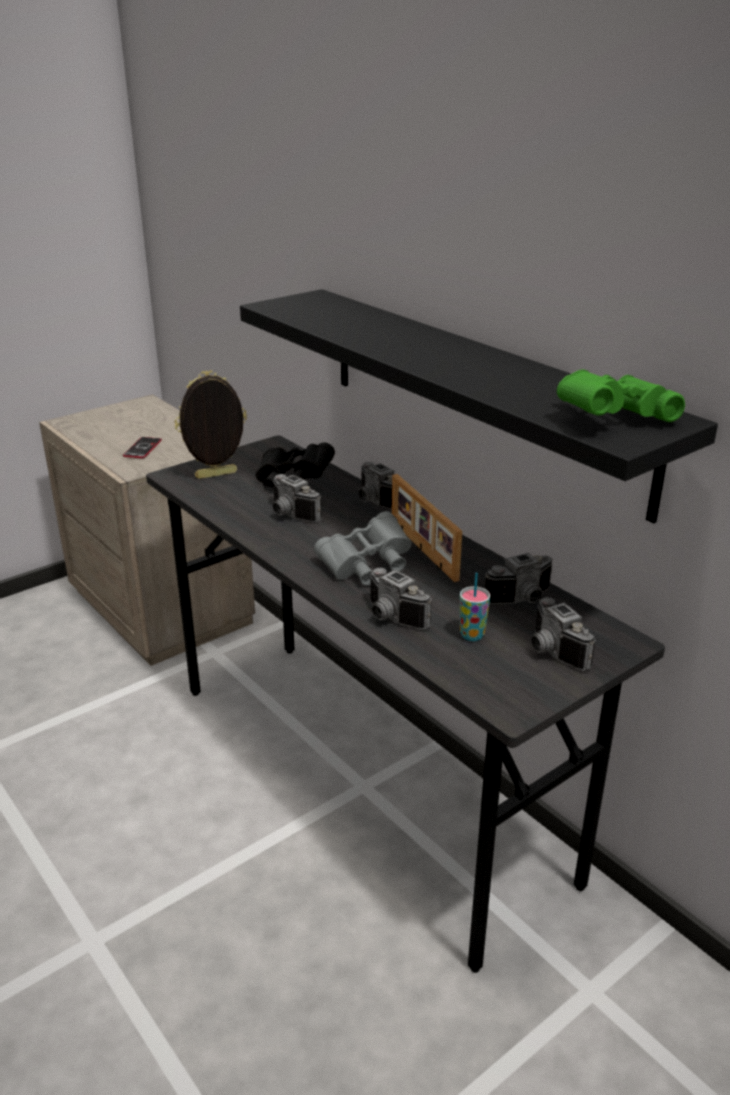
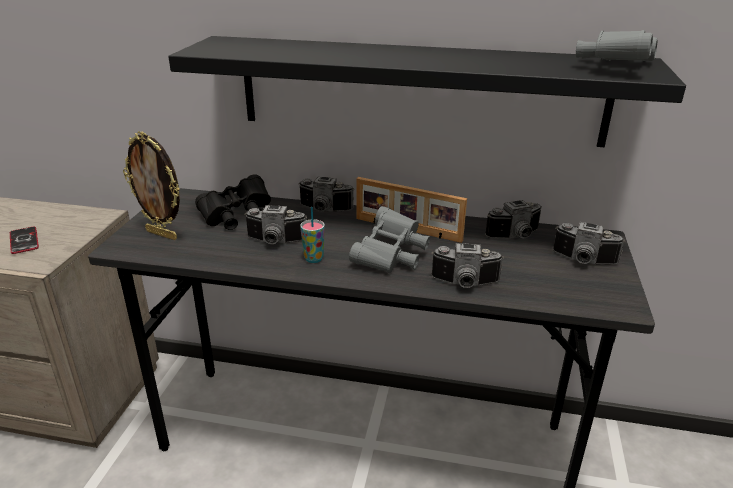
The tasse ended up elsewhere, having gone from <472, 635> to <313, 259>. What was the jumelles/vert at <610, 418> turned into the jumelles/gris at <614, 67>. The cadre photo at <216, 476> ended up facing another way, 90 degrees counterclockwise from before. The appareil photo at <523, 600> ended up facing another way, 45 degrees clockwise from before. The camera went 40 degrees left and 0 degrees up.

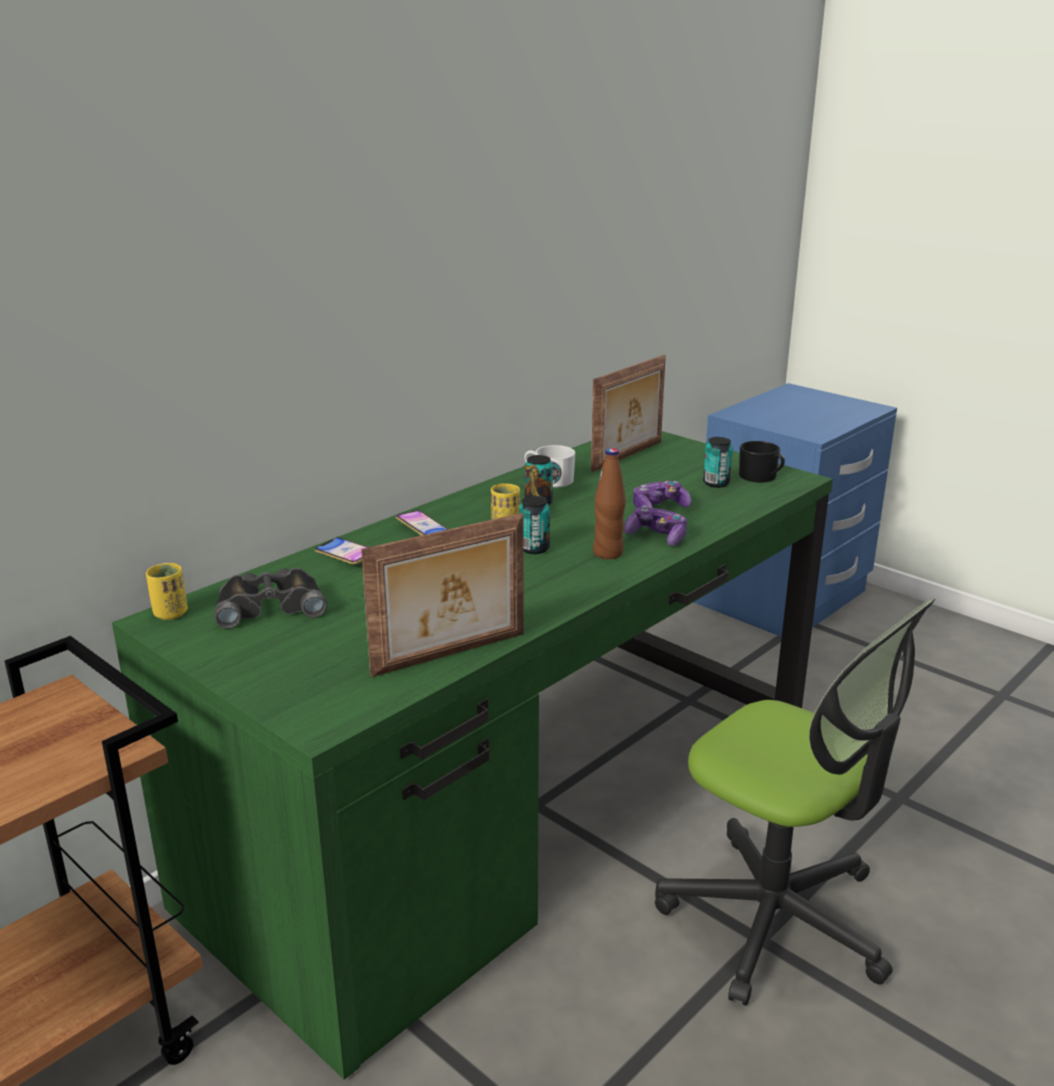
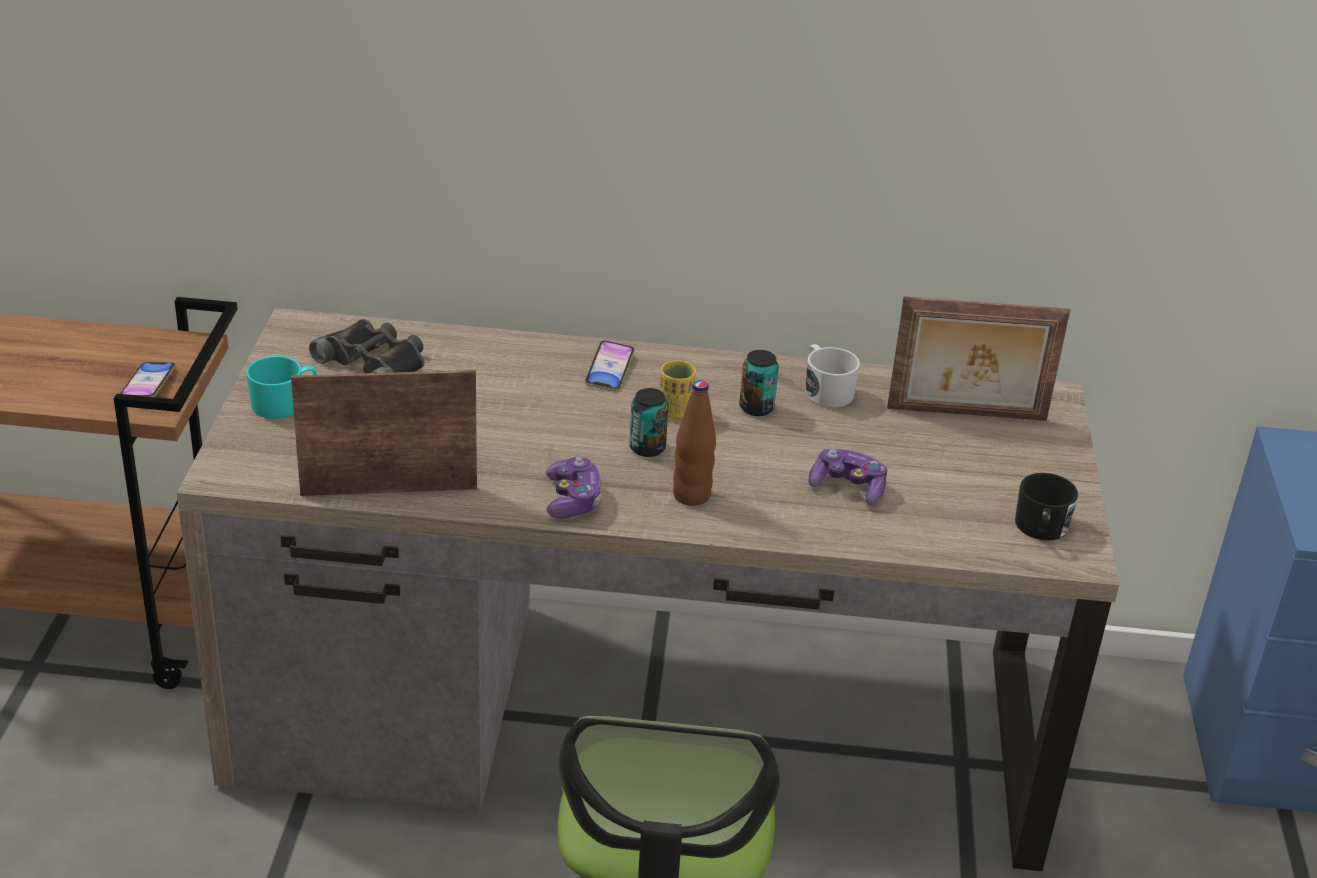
The second view lost the tasse/jaune at <170, 613>. The second view lost the boîte métallique at <716, 483>. The second view gained the mug/turquoise at <284, 404>. The téléphone ended up elsewhere, having gone from <346, 555> to <148, 385>. The manette ended up elsewhere, having gone from <656, 537> to <573, 500>. What was the bureau/vert at <523, 803> turned into the bureau/marron at <640, 718>. The cadre photo at <450, 655> ended up facing another way, 150 degrees clockwise from before. The camera went 50 degrees right and 10 degrees up.

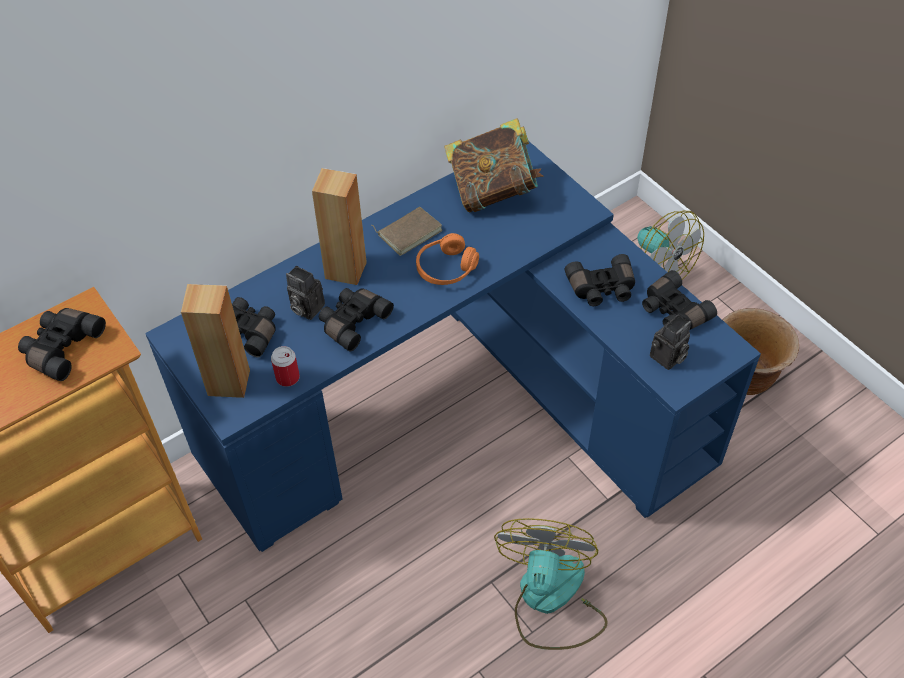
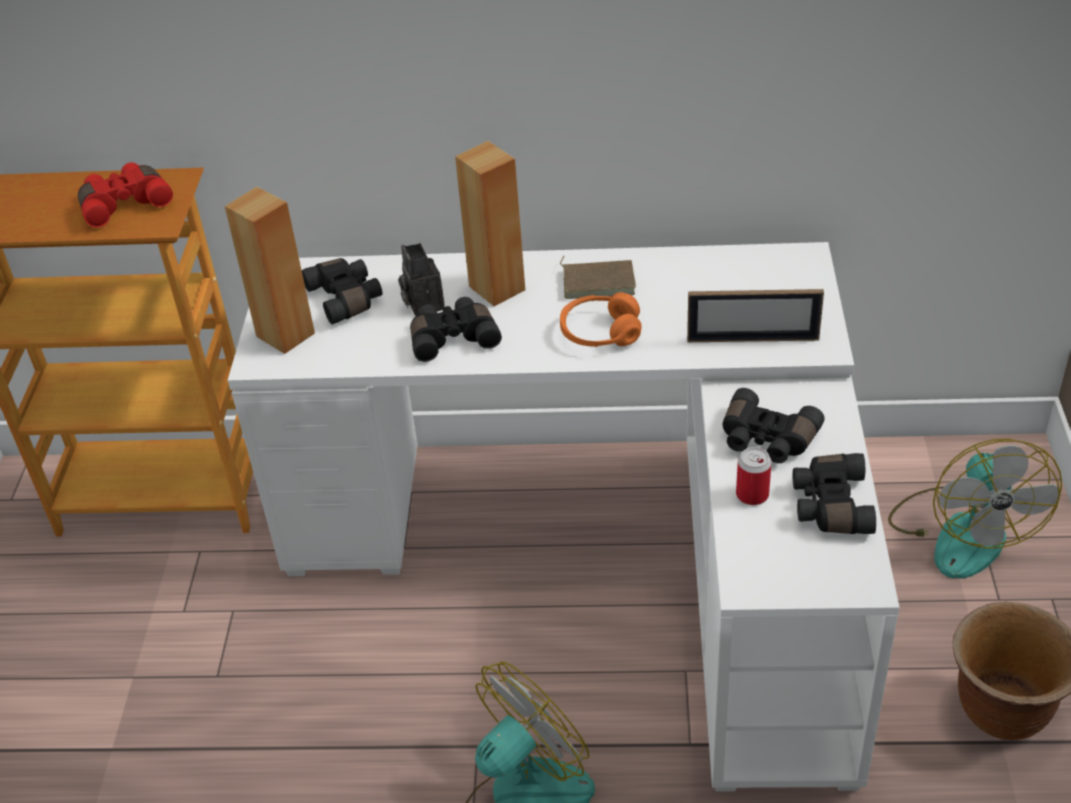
The second view lost the livre at <493, 191>. The second view lost the appareil photo at <667, 358>. The second view gained the cadre photo at <752, 339>. The boîte métallique ended up elsewhere, having gone from <287, 377> to <752, 494>. What was the jumelles/noir at <61, 348> turned into the jumelles/rouge at <124, 203>. What was the bureau/bleu at <458, 408> turned into the bureau/blanc at <608, 552>. The camera went 40 degrees right and 10 degrees down.

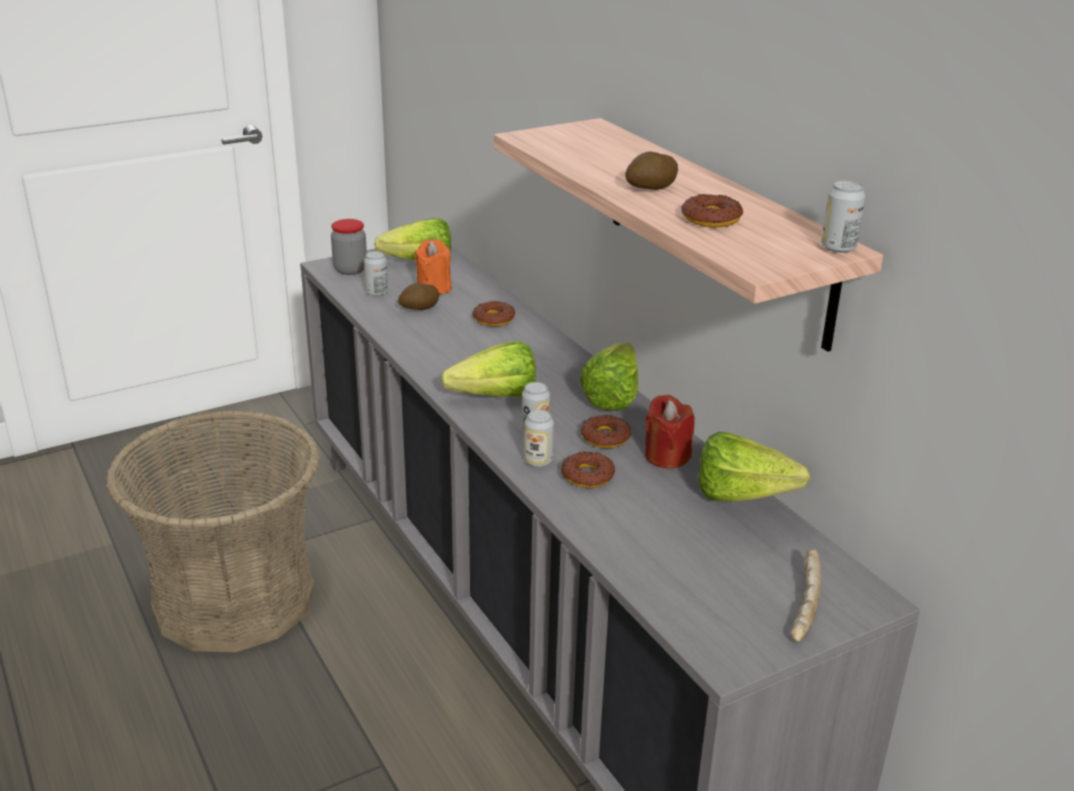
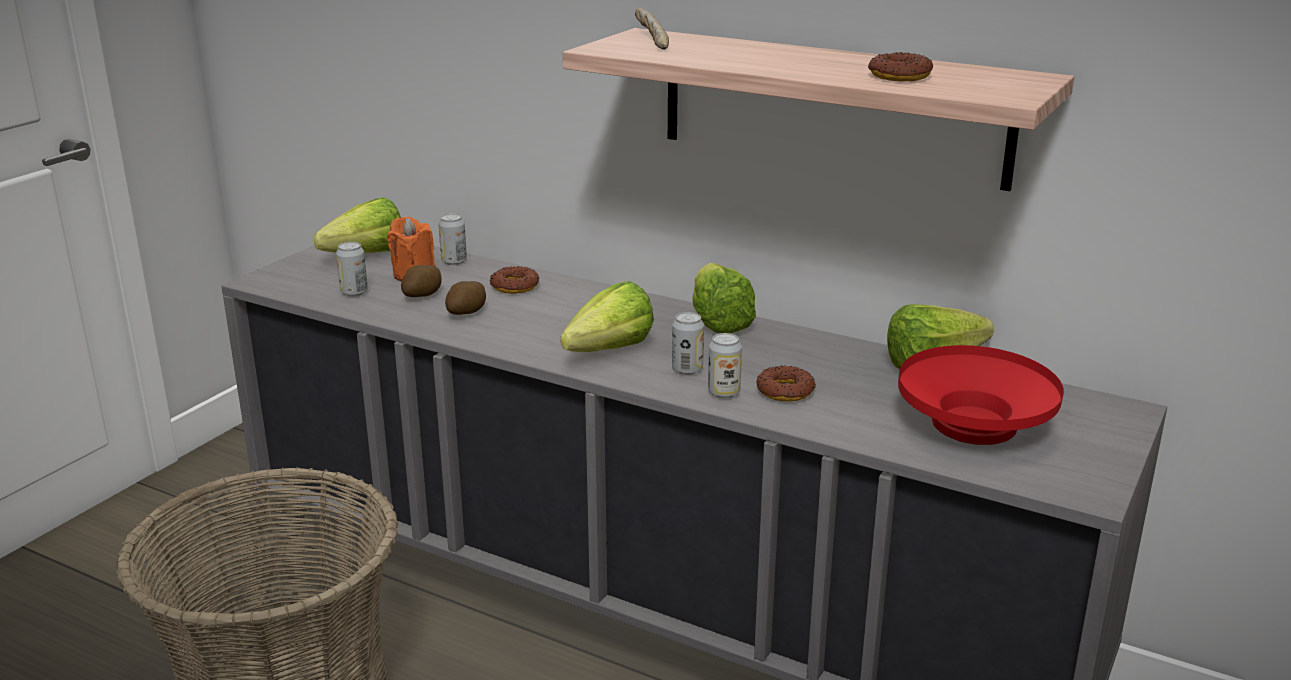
The second view lost the bocal at <350, 270>. The second view lost the beignet at <605, 437>. The second view lost the bougie/rouge at <666, 456>. The second view gained the bol/rouge at <974, 425>. The pomme de terre ended up elsewhere, having gone from <650, 189> to <466, 313>. The pain ended up elsewhere, having gone from <802, 605> to <651, 41>. The boîte métallique ended up elsewhere, having gone from <838, 248> to <454, 261>. The camera went 30 degrees left and 5 degrees down.

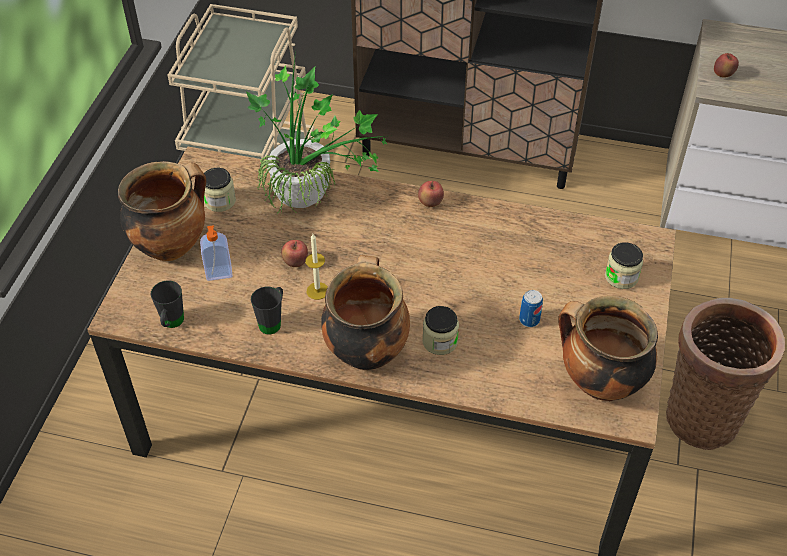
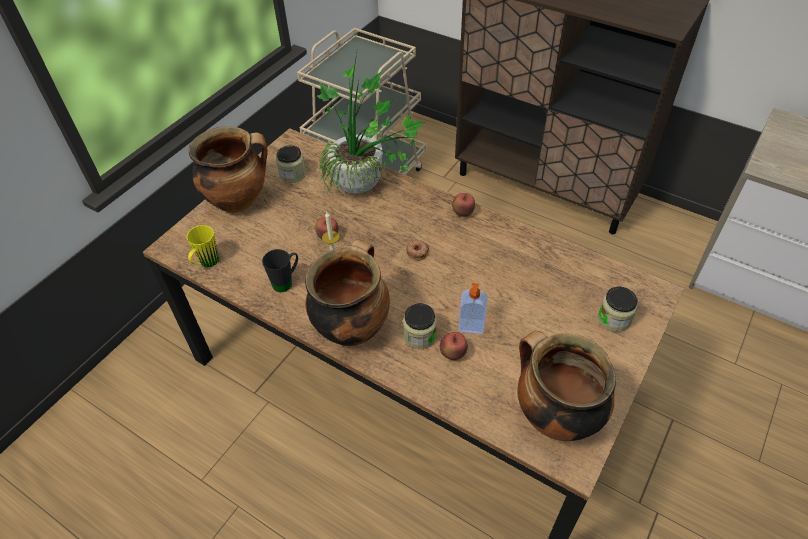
The second view lost the boîte métallique at <529, 320>. The second view lost the panier at <702, 413>. The second view gained the beignet at <417, 251>. The distributeur de savon ended up elsewhere, having gone from <219, 273> to <471, 327>. The pomme ended up elsewhere, having gone from <723, 75> to <453, 354>. What was the mug/noir at <171, 324> turned into the mug/jaune at <206, 264>. The camera went 20 degrees right and 0 degrees up.

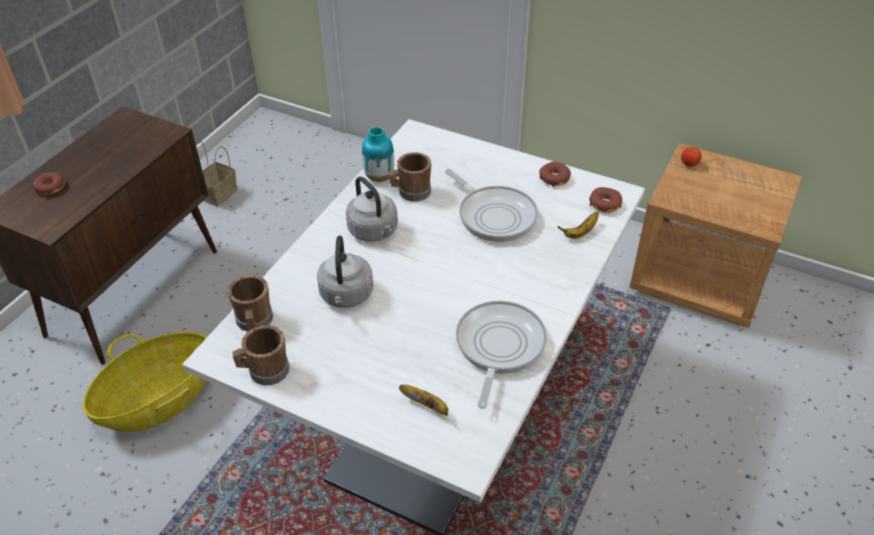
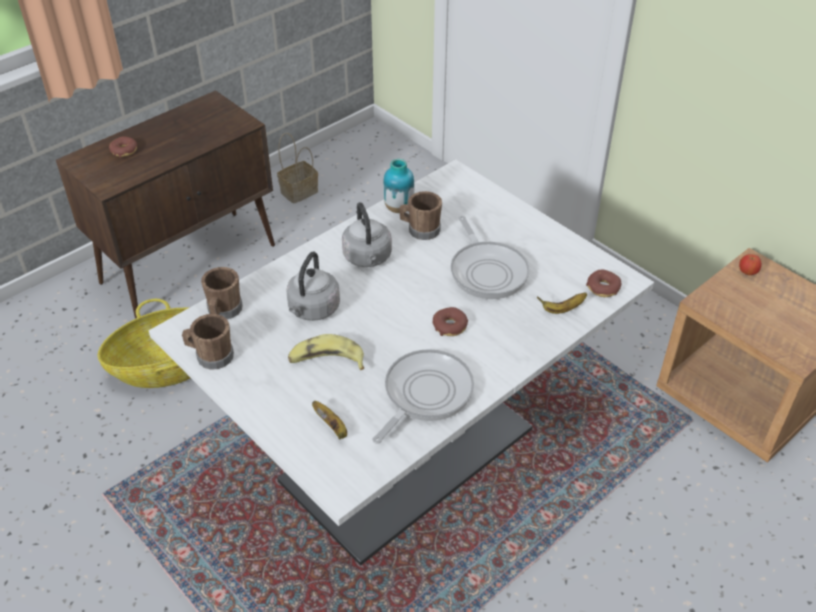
The second view gained the banane at <326, 361>. The beignet ended up elsewhere, having gone from <554, 178> to <450, 326>. The camera went 20 degrees right and 0 degrees up.

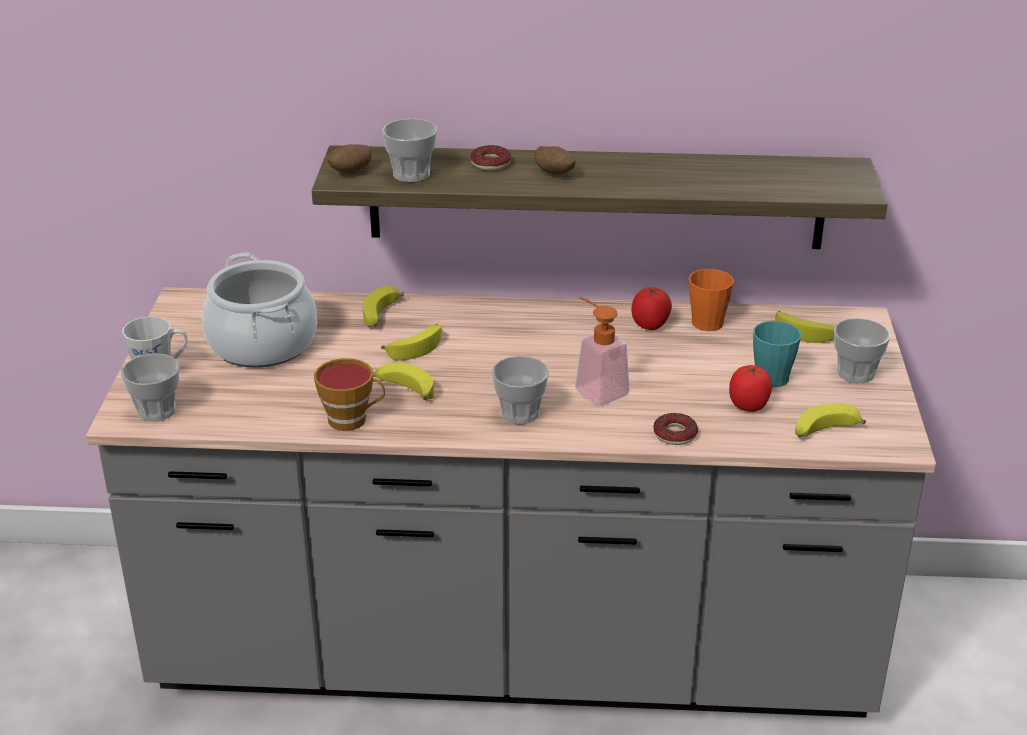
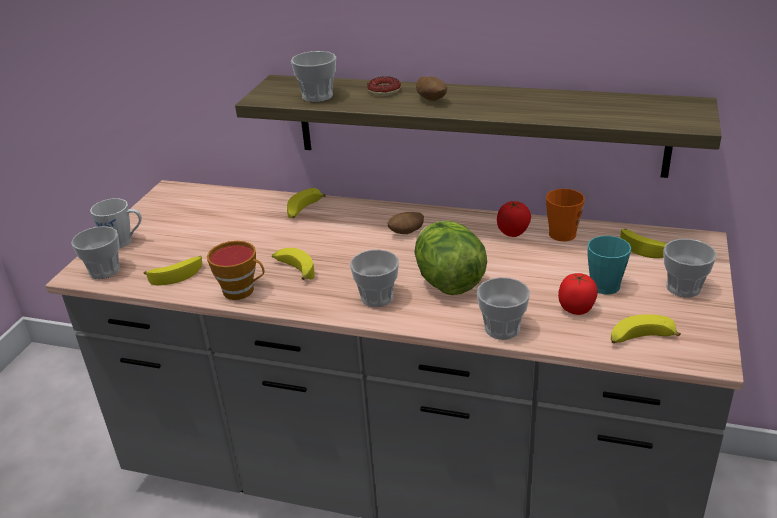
The second view lost the marmite at <262, 344>. The pomme de terre ended up elsewhere, having gone from <351, 172> to <406, 233>. The banane ended up elsewhere, having gone from <416, 347> to <177, 274>. Where the distributeur de savon stood at <596, 388>, the laitue came to stand at <448, 282>. Where the beignet stood at <675, 434>, the tasse came to stand at <502, 329>. The camera went 15 degrees right and 0 degrees up.

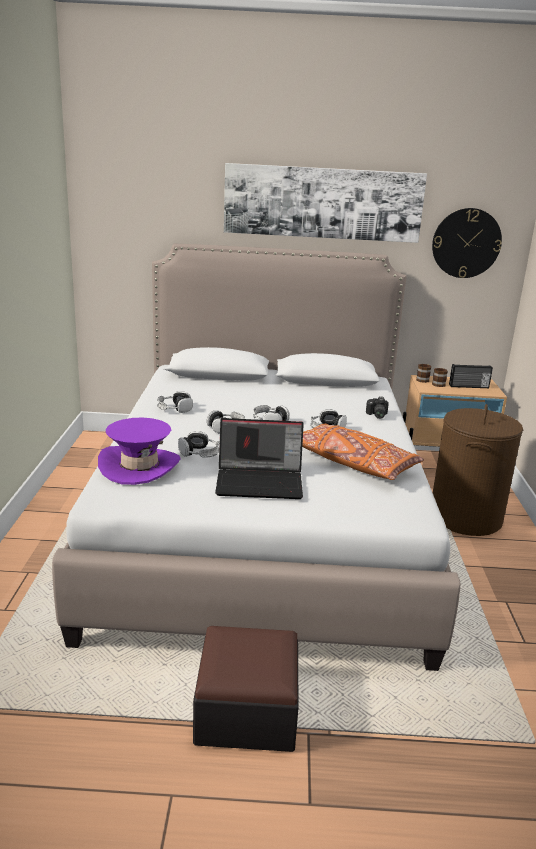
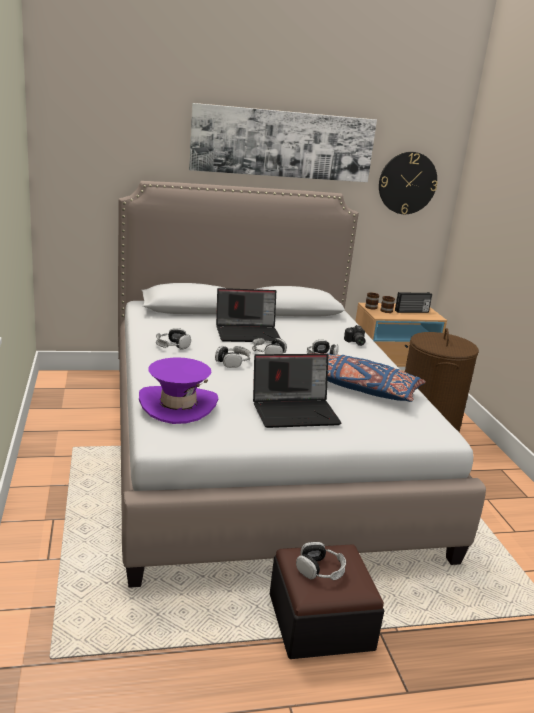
The second view gained the ordinateur portable at <248, 333>. The casque audio ended up elsewhere, having gone from <199, 453> to <320, 570>. What was the coussin/orange at <353, 463> turned into the coussin/bleu at <362, 388>. The camera went 15 degrees left and 0 degrees up.

